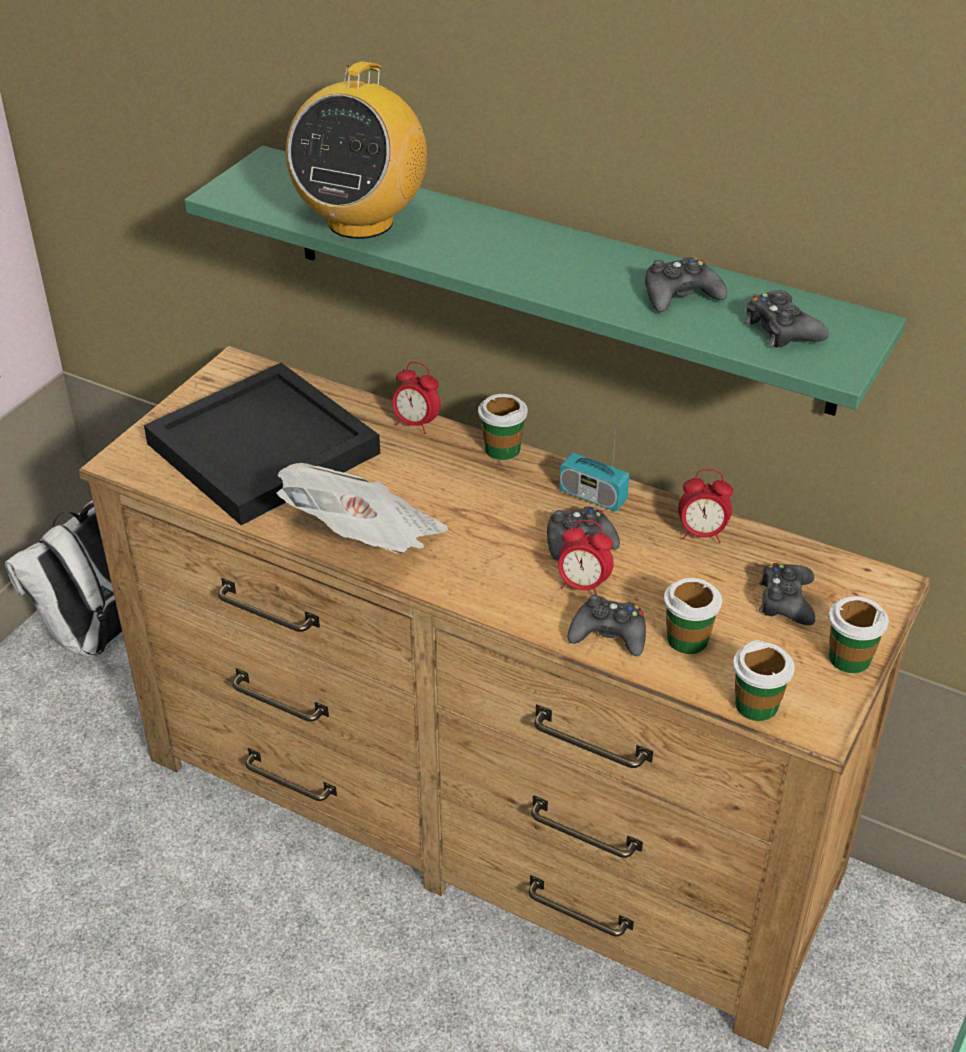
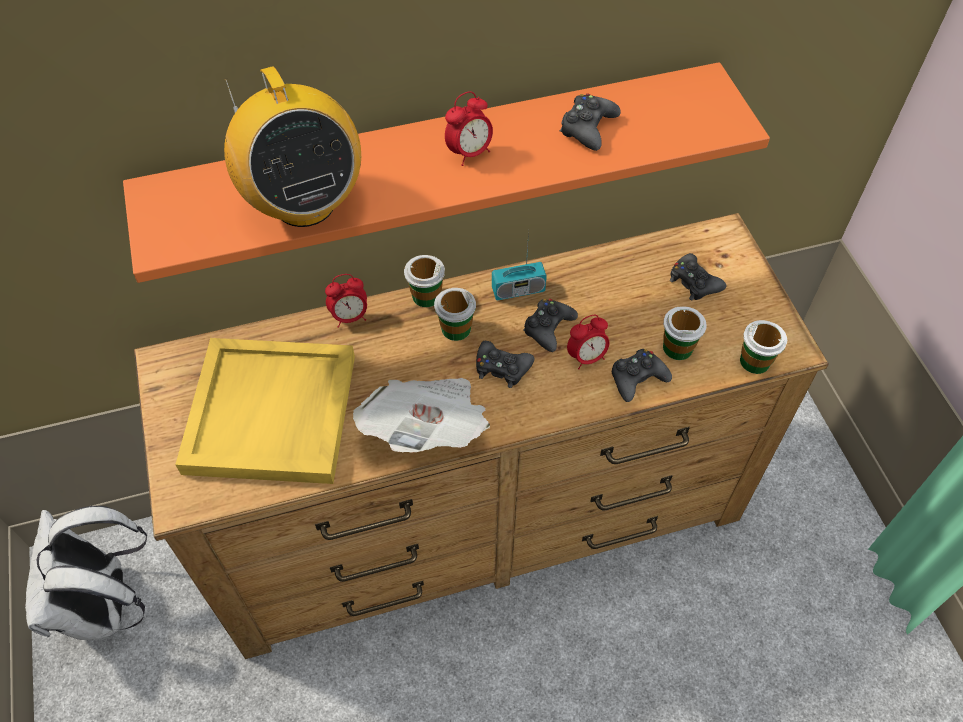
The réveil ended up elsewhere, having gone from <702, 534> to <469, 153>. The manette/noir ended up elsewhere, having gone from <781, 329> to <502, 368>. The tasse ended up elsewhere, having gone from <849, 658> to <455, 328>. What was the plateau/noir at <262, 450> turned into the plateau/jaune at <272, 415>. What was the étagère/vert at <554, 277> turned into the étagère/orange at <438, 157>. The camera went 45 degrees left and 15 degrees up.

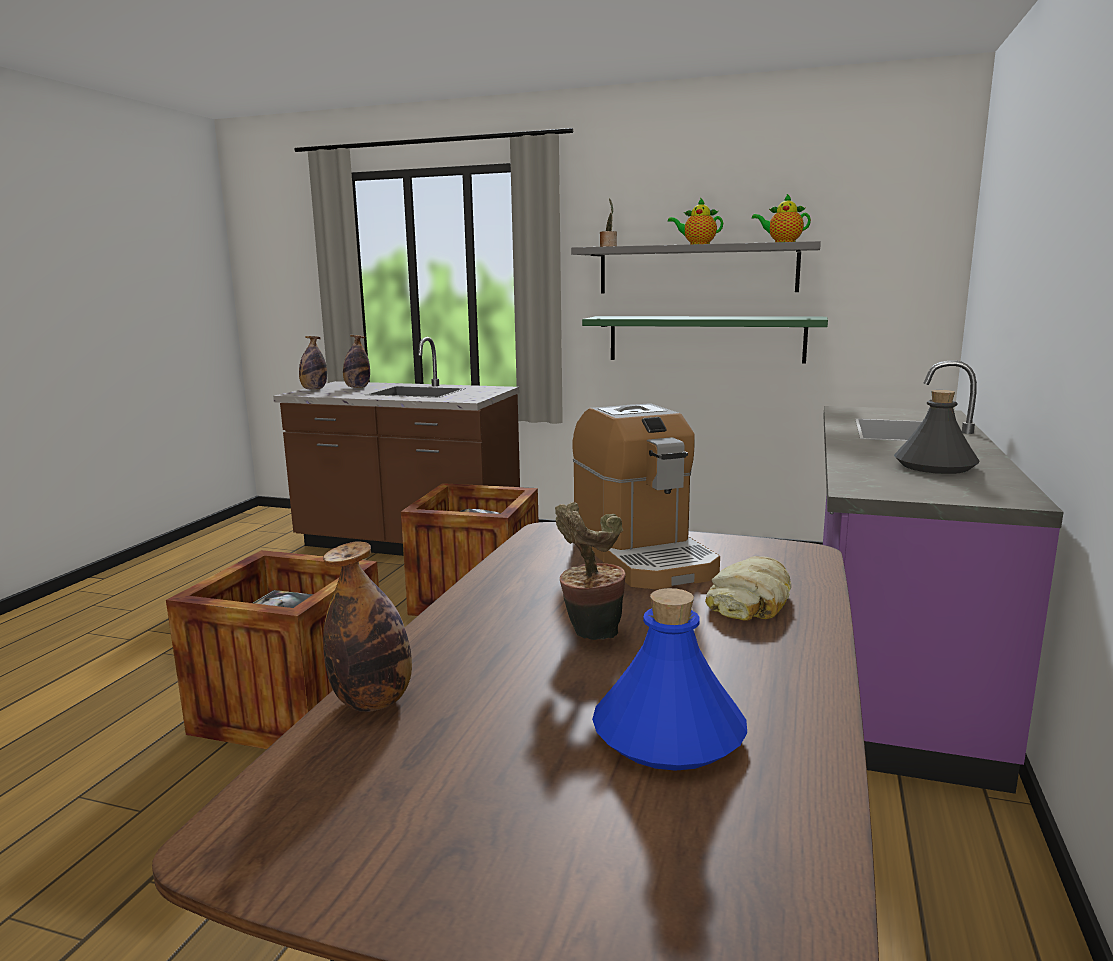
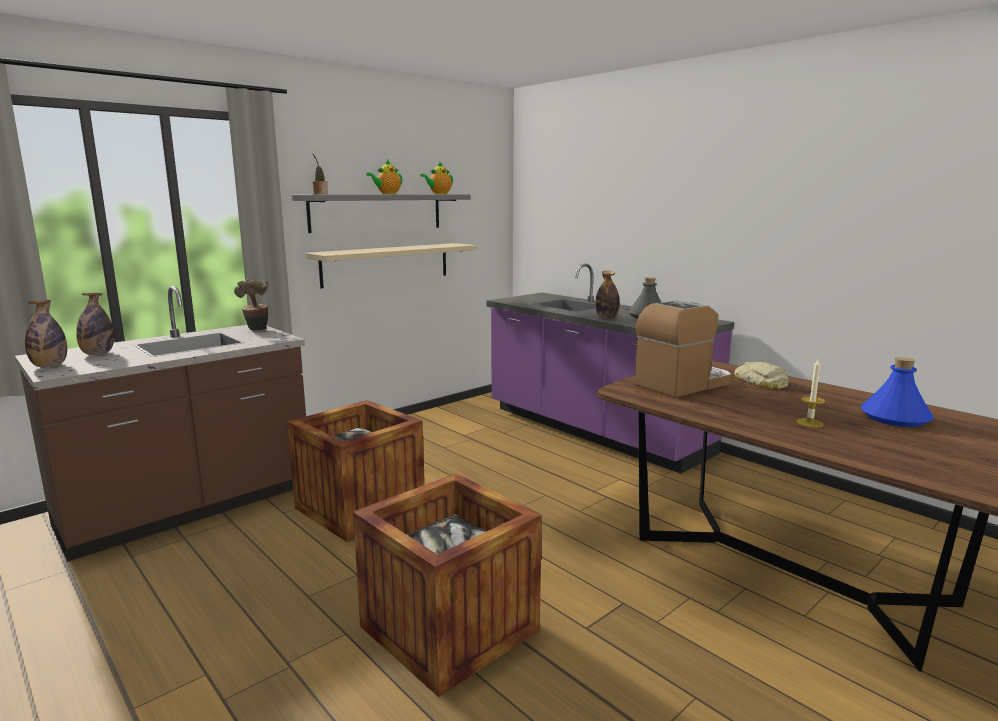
The second view gained the bougie at <809, 423>. The bouteille ended up elsewhere, having gone from <373, 702> to <606, 317>. The plante en pot ended up elsewhere, having gone from <590, 634> to <256, 330>. What was the étagère/vert at <705, 339> turned into the étagère/beige at <386, 264>. The machine à café at <643, 555> ended up facing another way, 45 degrees counterclockwise from before. The camera went 60 degrees left and 0 degrees up.

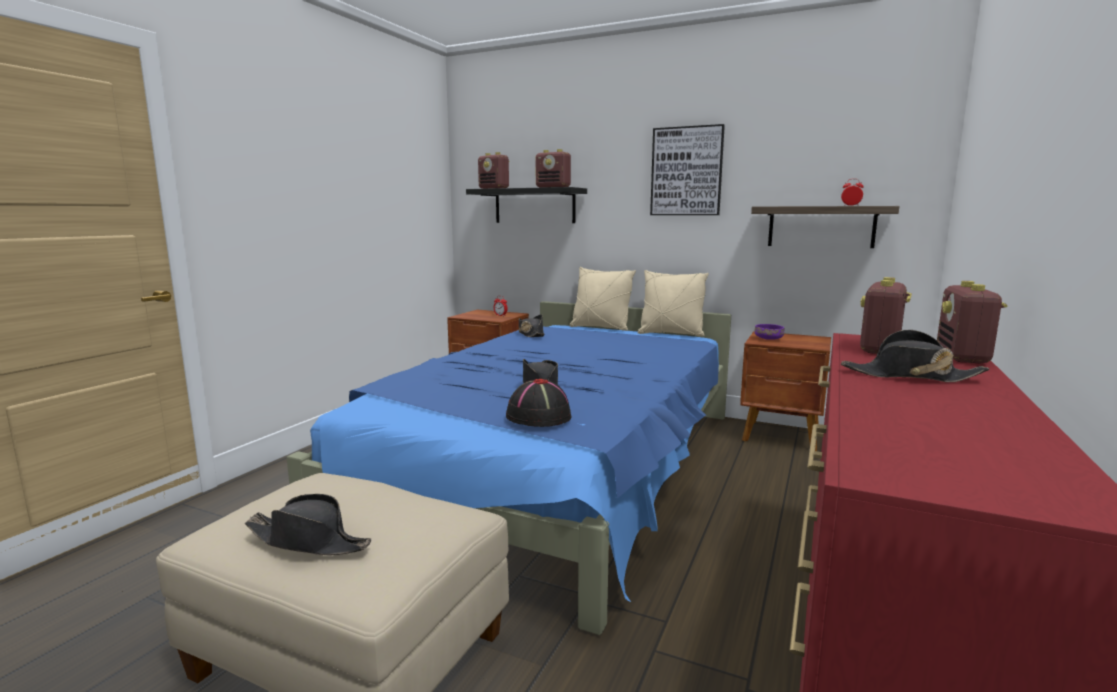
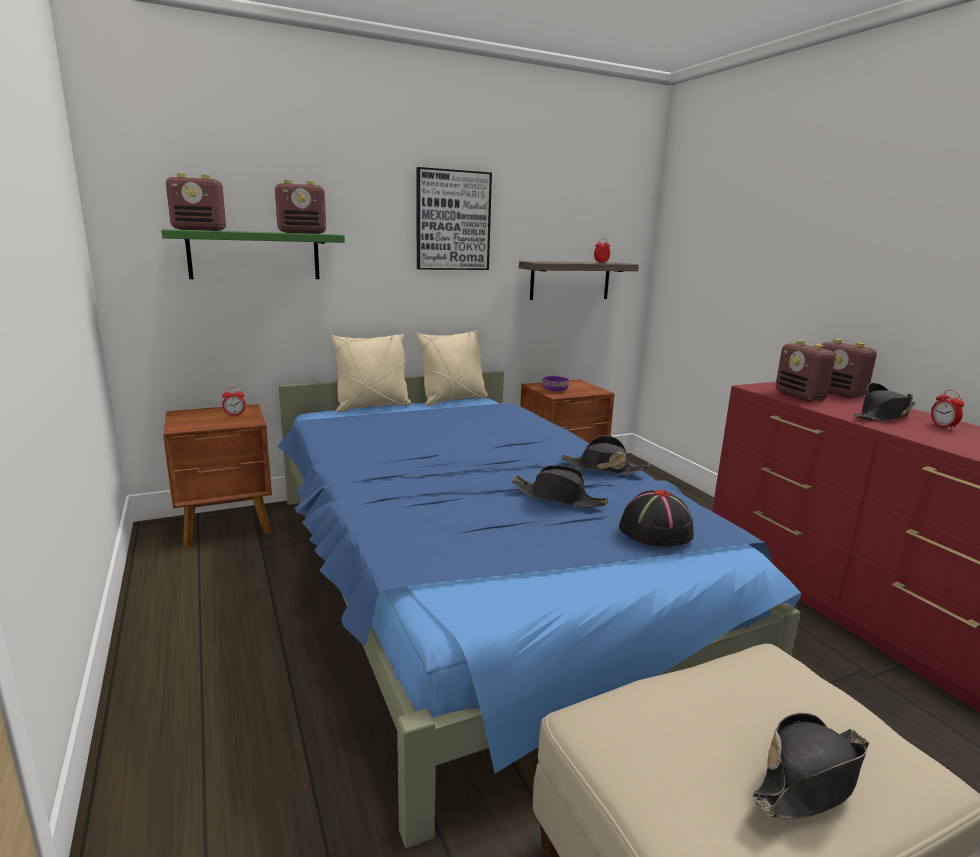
The second view gained the réveil at <943, 426>. The chapeau/noir ended up elsewhere, having gone from <531, 334> to <603, 468>. What was the étagère/noir at <534, 206> turned into the étagère/vert at <255, 255>. The camera went 50 degrees left and 5 degrees up.

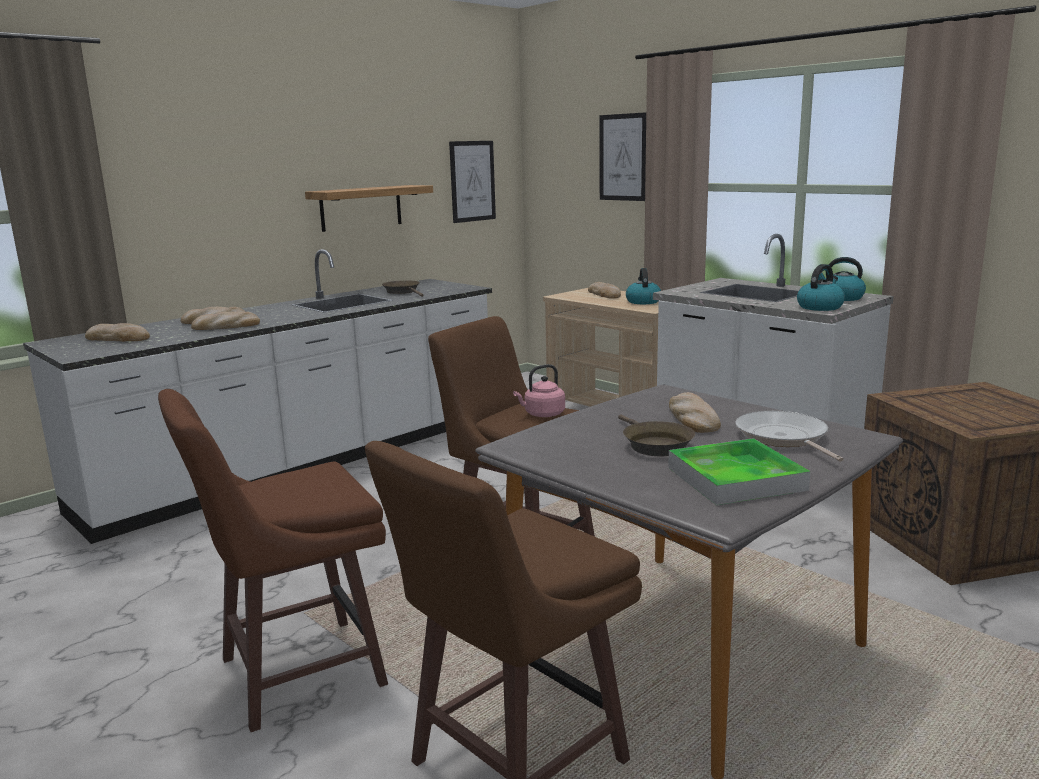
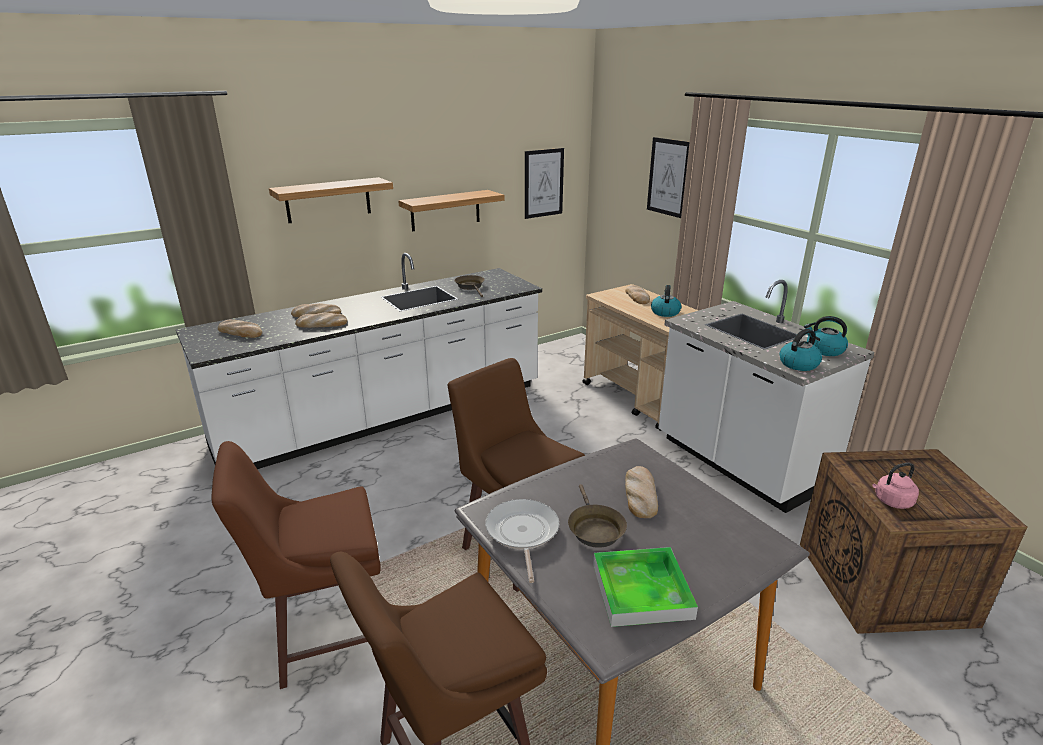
The second view gained the étagère at <328, 200>. The bouilloire/rose ended up elsewhere, having gone from <542, 414> to <891, 501>. The poêle ended up elsewhere, having gone from <783, 438> to <522, 533>. The camera went 10 degrees right and 10 degrees up.

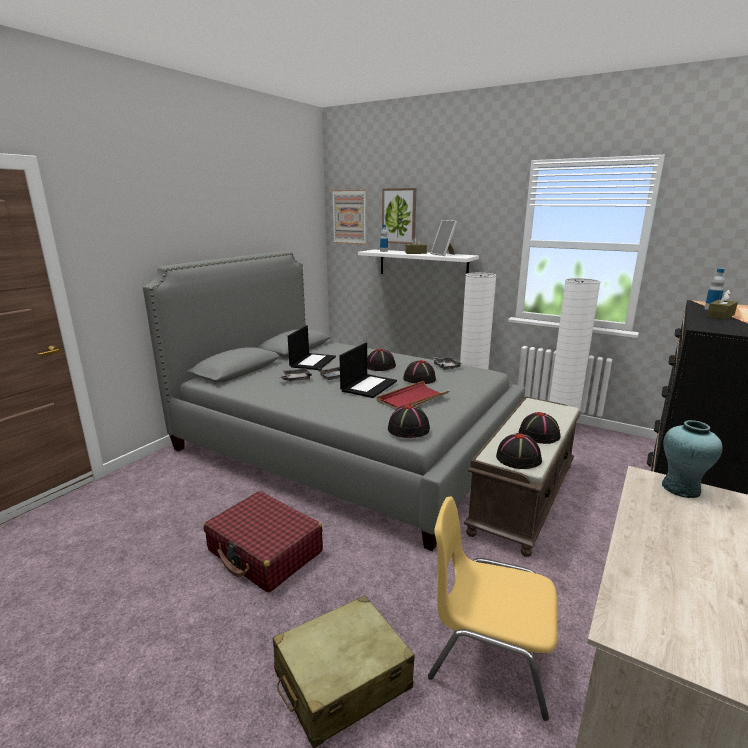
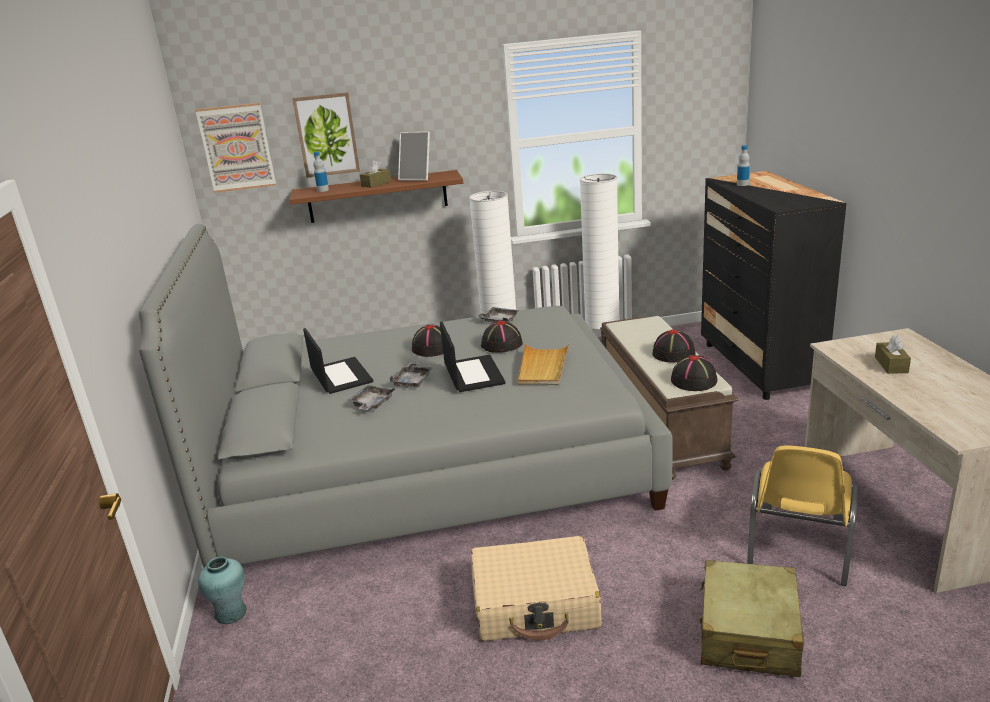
The second view lost the chapeau/noir at <409, 429>. The vase/turquoise ended up elsewhere, having gone from <680, 488> to <230, 613>. The boîte à mouchoirs/marron ended up elsewhere, having gone from <720, 316> to <891, 365>. What was the valise/rouge at <265, 551> turned into the valise/beige at <536, 604>. What was the étagère/blanc at <422, 264> turned into the étagère/marron at <377, 196>. What was the plateau/rouge at <412, 399> turned into the plateau/beige at <543, 367>. The chaise/jaune at <489, 652> ended up facing another way, 45 degrees counterclockwise from before. The camera went 40 degrees left and 5 degrees up.

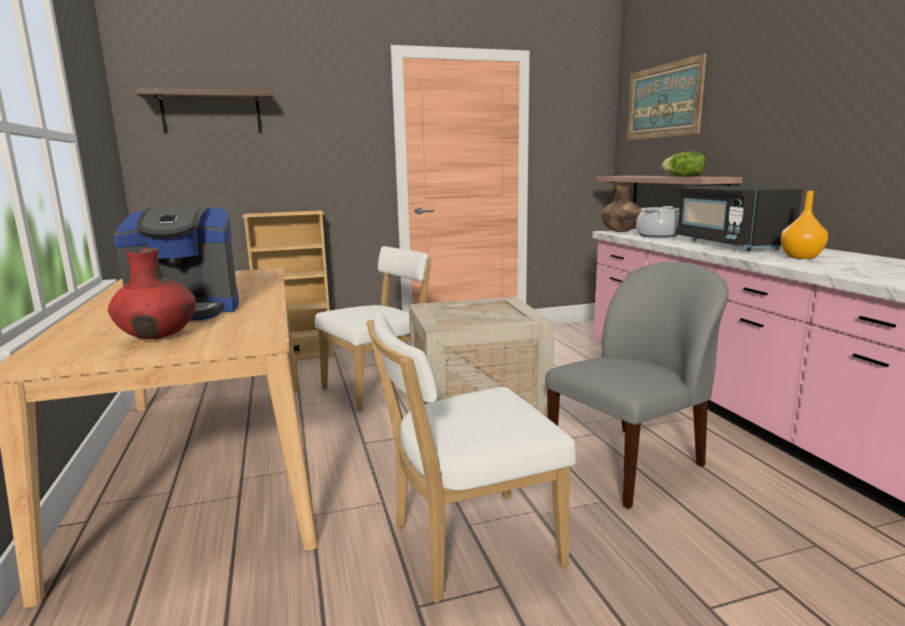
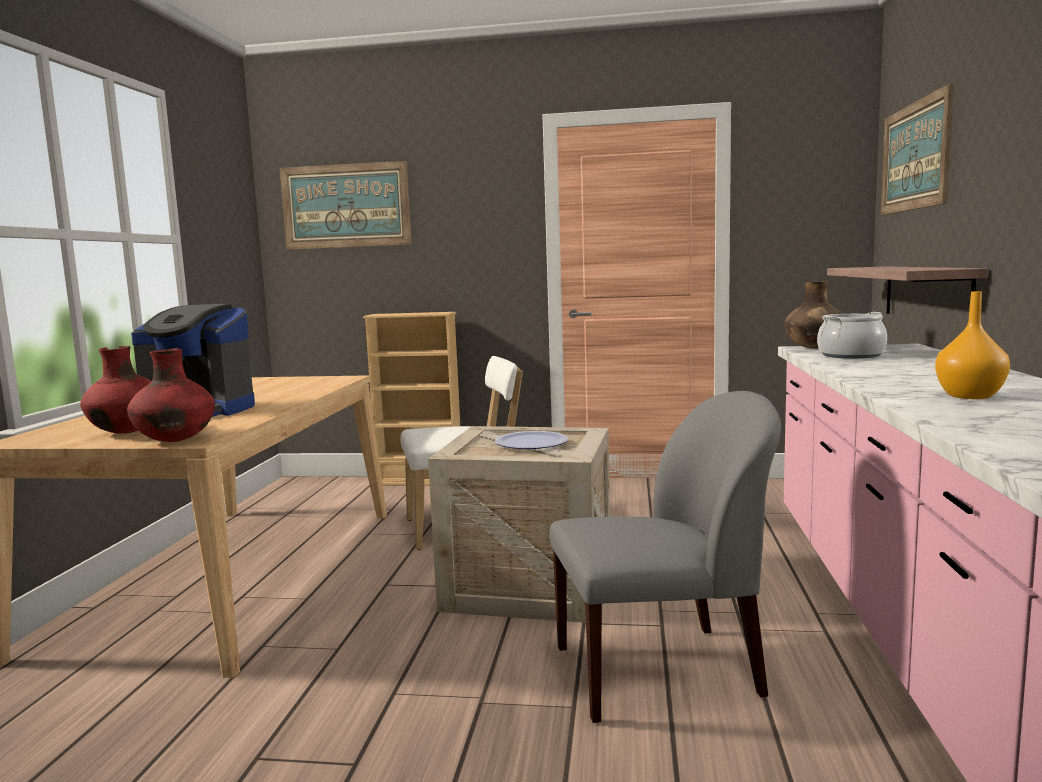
The second view lost the chaise/blanc at <468, 546>. The second view lost the laitue at <684, 176>. The second view lost the micro-ondes/noir at <728, 244>. The second view gained the vase/rouge at <176, 440>. The second view gained the assiette at <532, 442>. Where the étagère hung at <211, 113>, the tableau came to hang at <346, 206>. The camera went 25 degrees right and 5 degrees down.

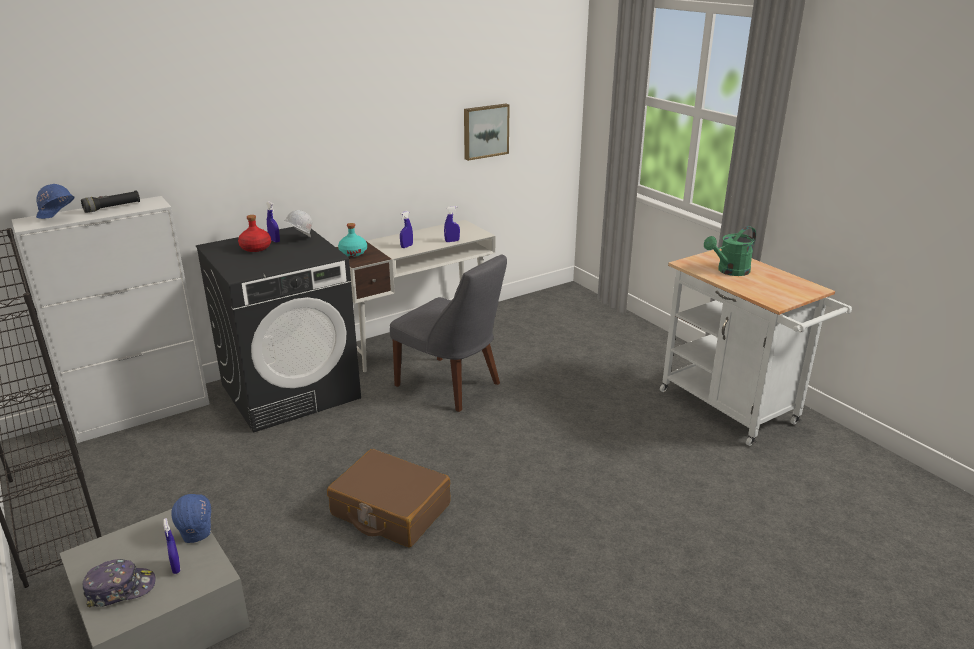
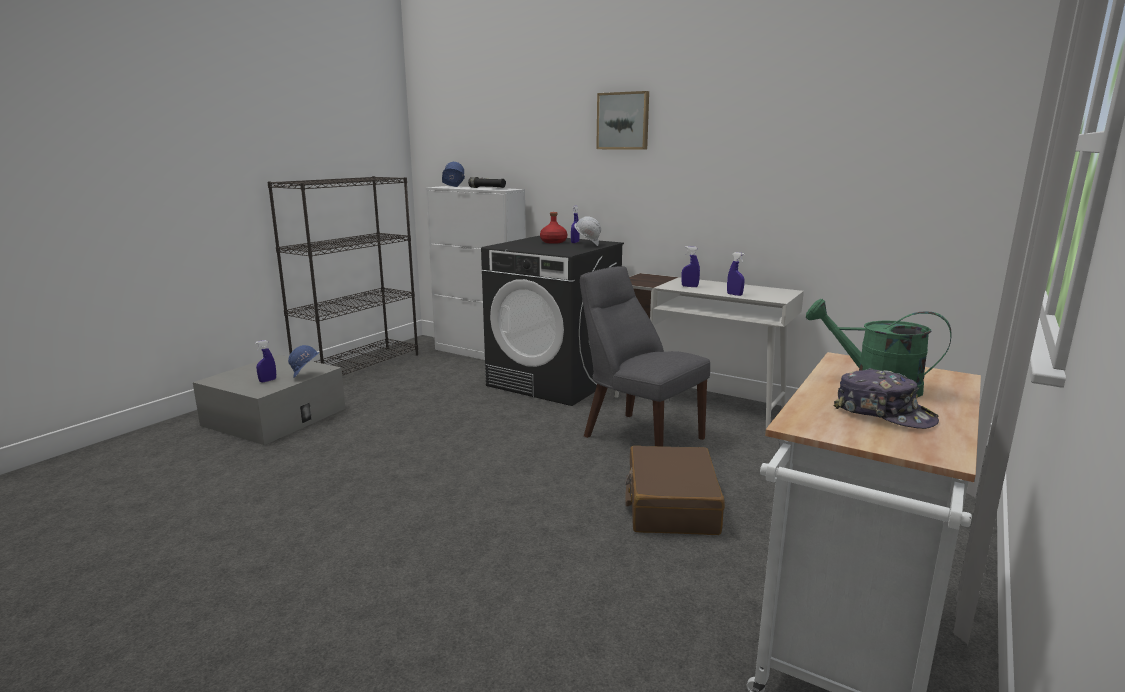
The second view lost the bouteille/turquoise at <353, 253>. The casquette ended up elsewhere, having gone from <120, 589> to <884, 413>. The valise/marron ended up elsewhere, having gone from <390, 510> to <671, 505>. The tableau ended up elsewhere, having gone from <485, 131> to <623, 121>. The chaise/gris at <451, 386> ended up facing another way, 120 degrees clockwise from before. The camera went 65 degrees right and 10 degrees down.

